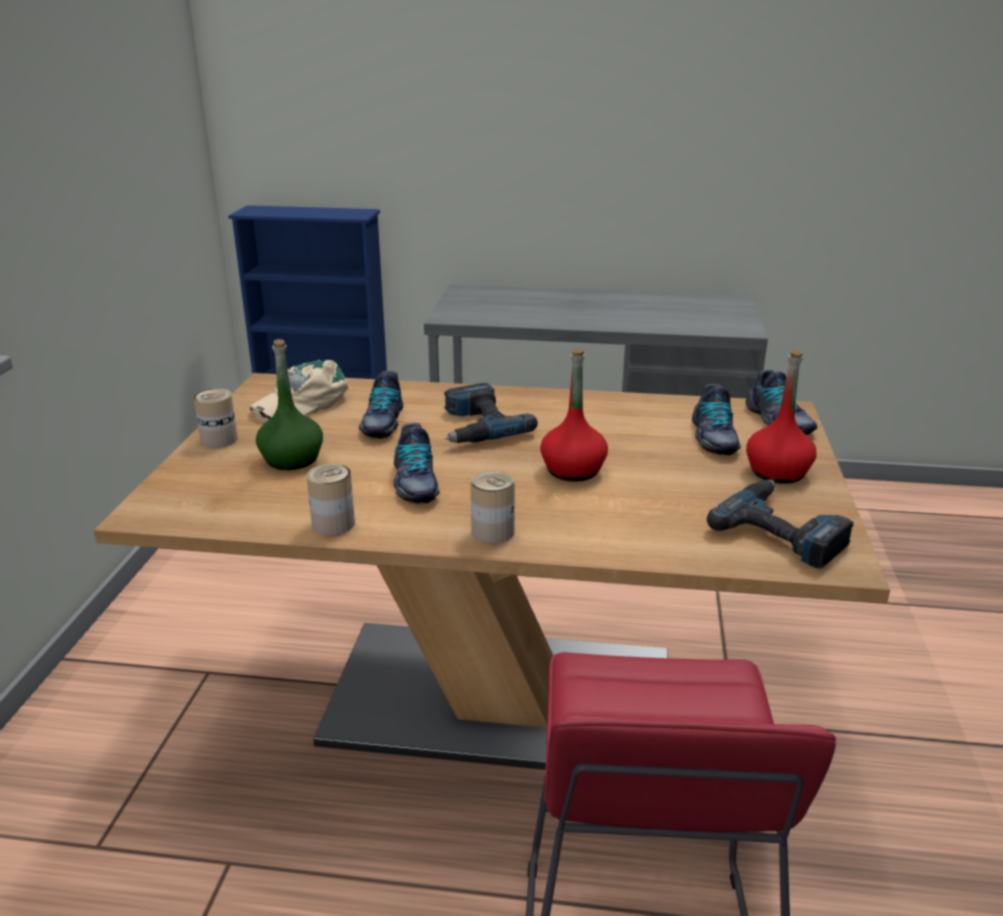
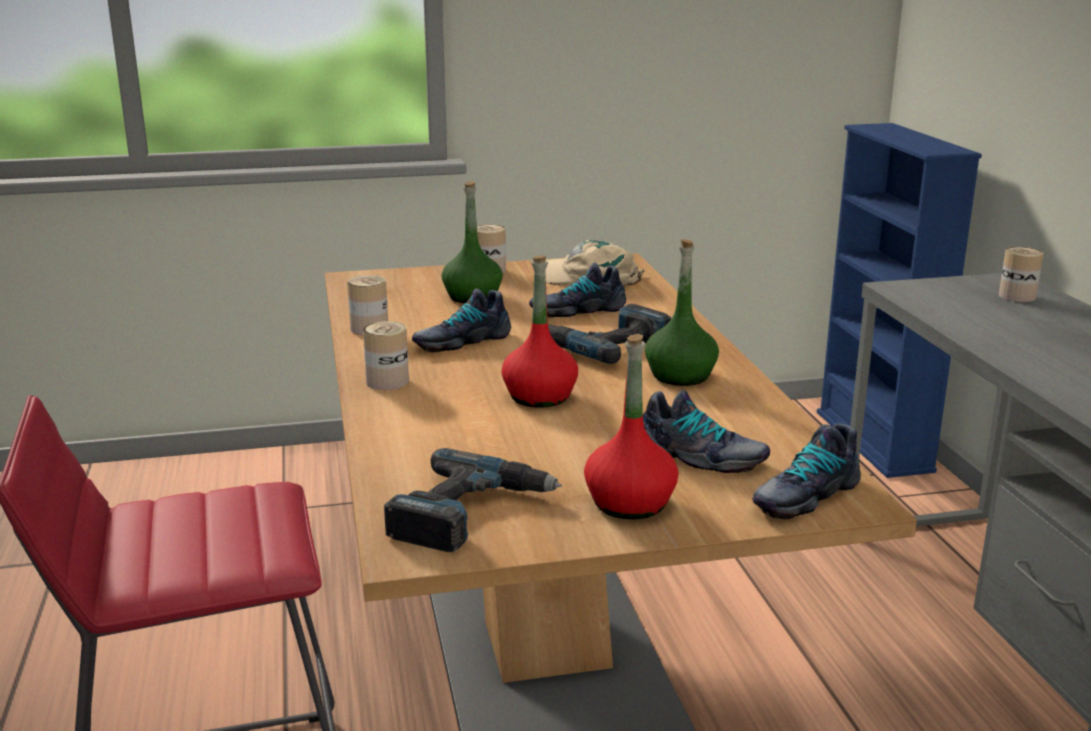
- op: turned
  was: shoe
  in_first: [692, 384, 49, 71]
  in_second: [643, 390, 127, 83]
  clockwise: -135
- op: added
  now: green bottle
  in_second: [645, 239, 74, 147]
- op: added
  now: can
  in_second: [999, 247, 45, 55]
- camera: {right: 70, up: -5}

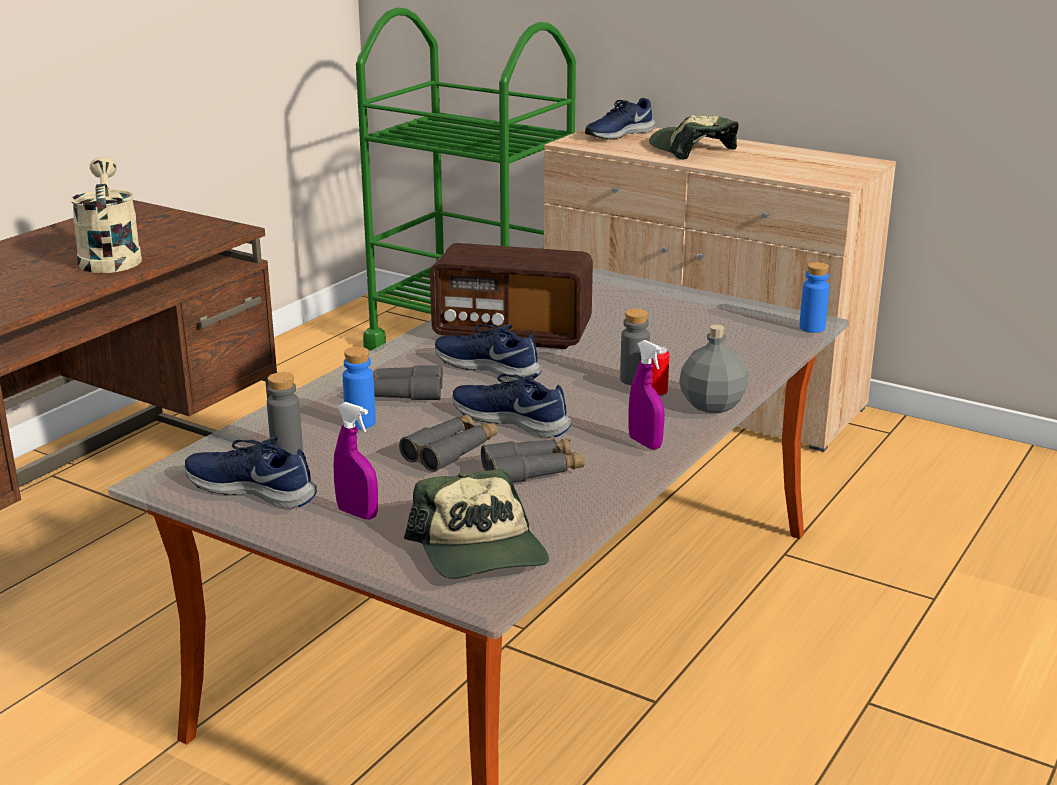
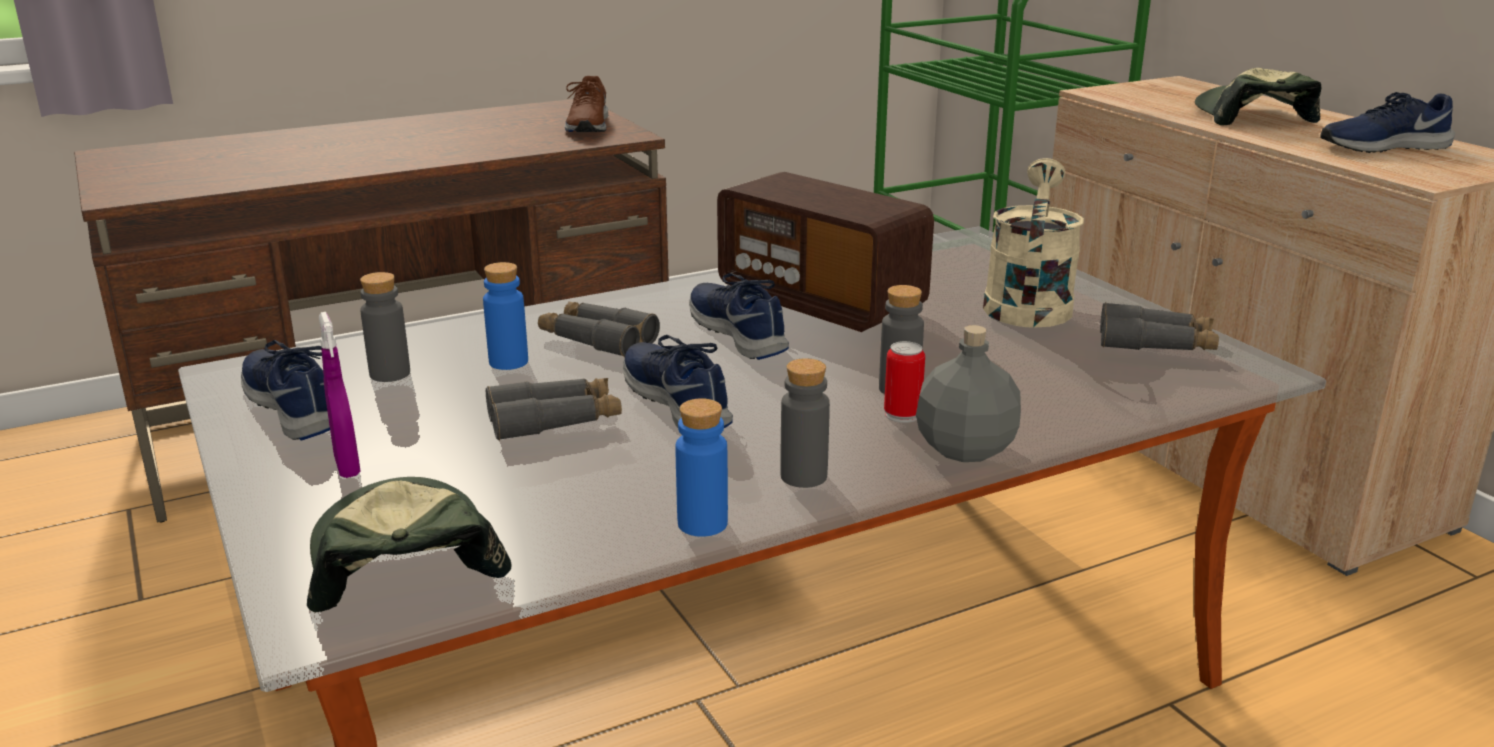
- op: moved
  was: blue shoe
  in_first: [585, 98, 70, 42]
  in_second: [1320, 92, 135, 61]
- op: moved
  was: beige watering can
  in_first: [70, 157, 72, 116]
  in_second: [983, 158, 101, 170]
- op: moved
  was: blue bottle
  in_first: [799, 262, 30, 71]
  in_second: [675, 398, 53, 139]
- op: replaced
  was: purple spray bottle
  now: grey bottle
  in_first: [628, 340, 37, 110]
  in_second: [781, 358, 49, 130]
- op: moved
  was: grey binoculars
  in_first: [481, 439, 104, 44]
  in_second: [1100, 302, 119, 48]
- op: turned
  was: cap
  in_first: [404, 469, 145, 110]
  in_second: [307, 477, 205, 135]
  clockwise: 150
- op: added
  now: brown shoe
  in_second: [564, 76, 44, 56]
- camera: {right: 30, up: 0}

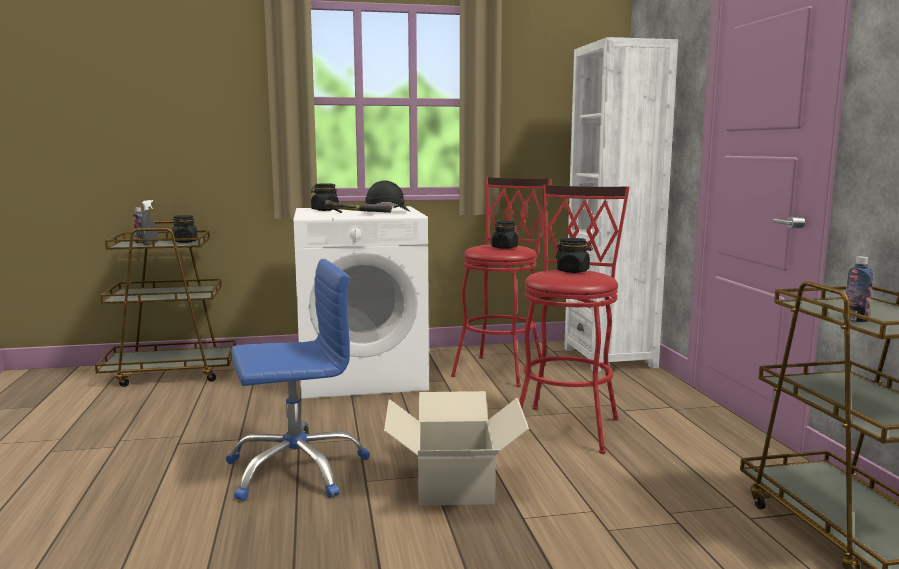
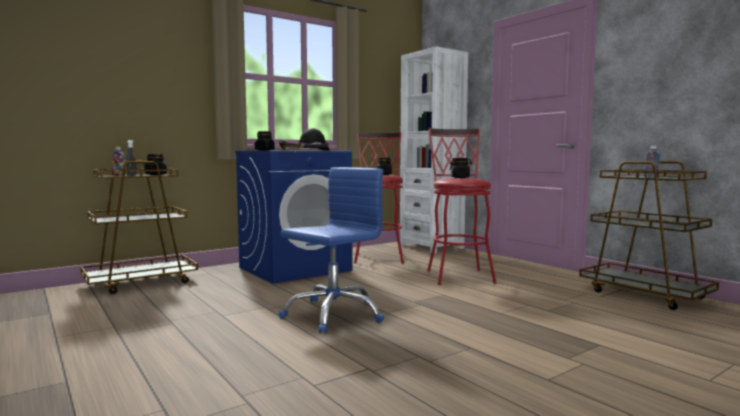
- op: recoloured
  was: white washing machine
  now: blue washing machine
  in_first: [294, 206, 135, 193]
  in_second: [235, 150, 117, 134]
- op: removed
  was: cardboard box
  in_first: [384, 391, 145, 115]
- camera: {right: -25, up: -5}

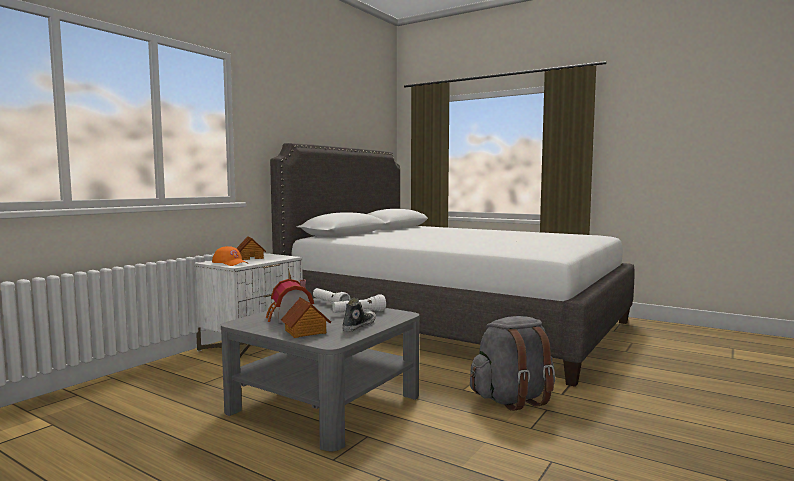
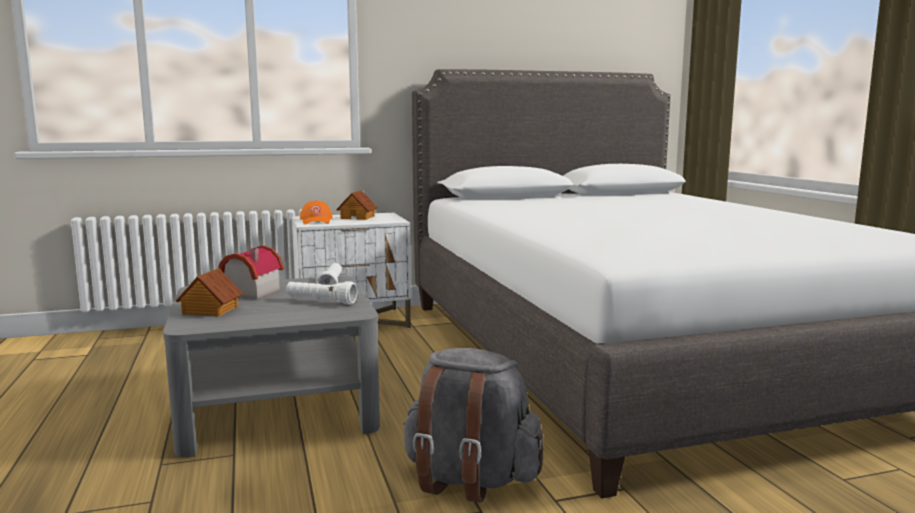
- op: removed
  was: shoe
  in_first: [343, 298, 33, 33]
- camera: {right: 40, up: 5}

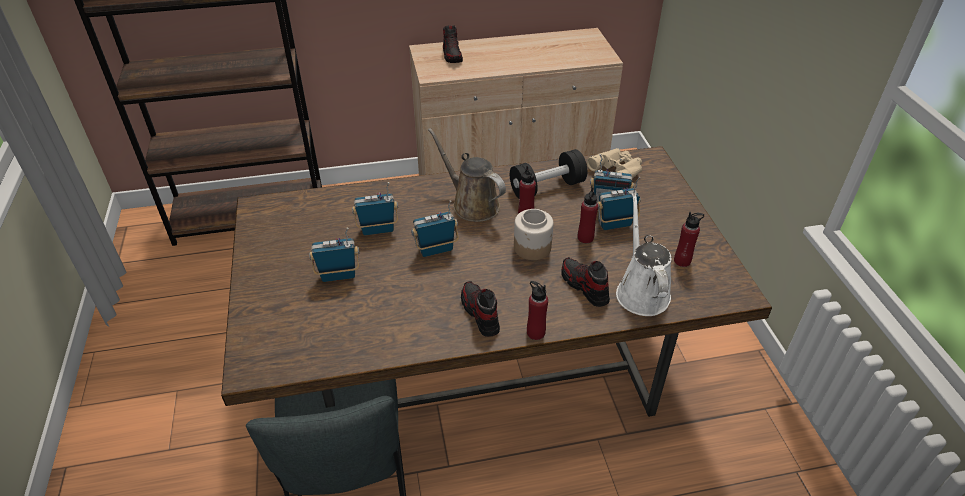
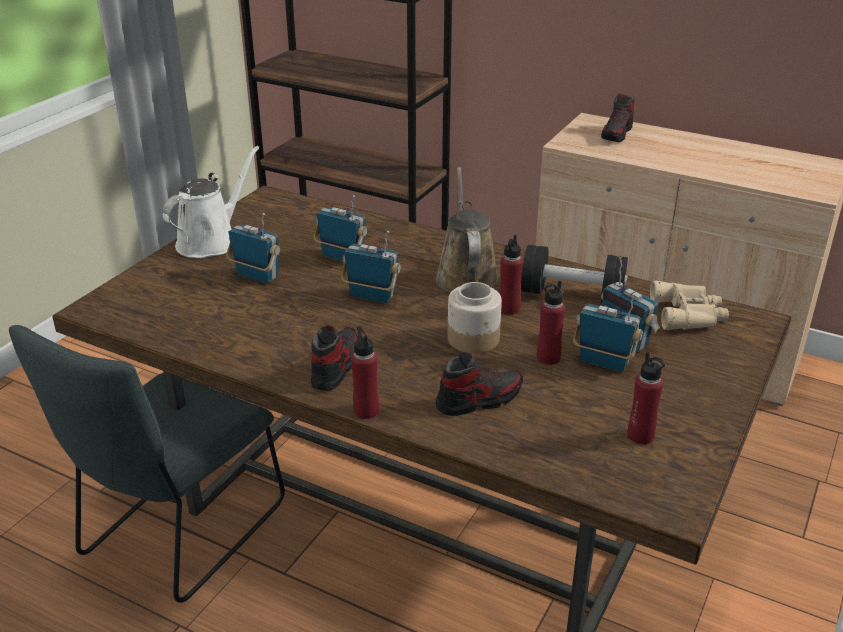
- op: moved
  was: white watering can
  in_first: [616, 193, 55, 123]
  in_second: [162, 146, 97, 112]
- op: turned
  was: shoe
  in_first: [561, 257, 49, 50]
  in_second: [436, 352, 87, 64]
  clockwise: 60
- camera: {right: 40, up: -10}

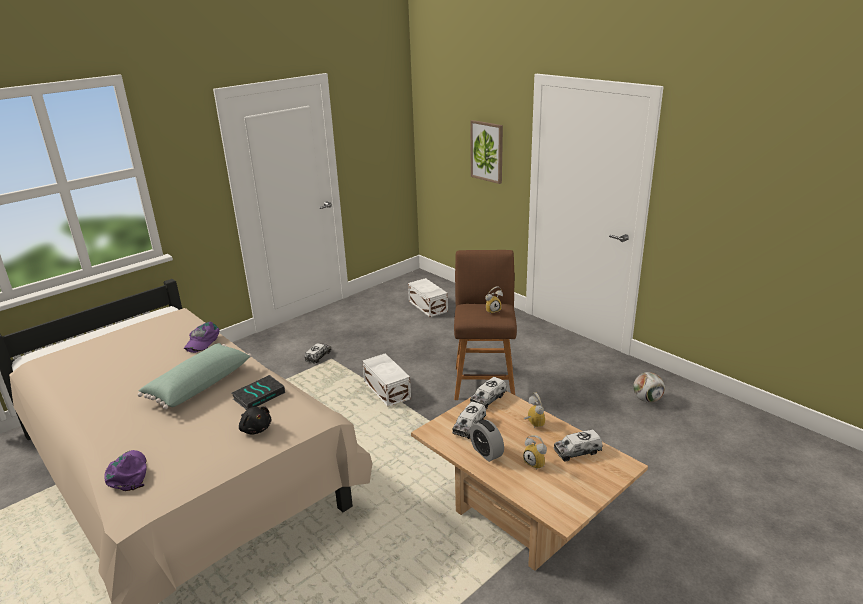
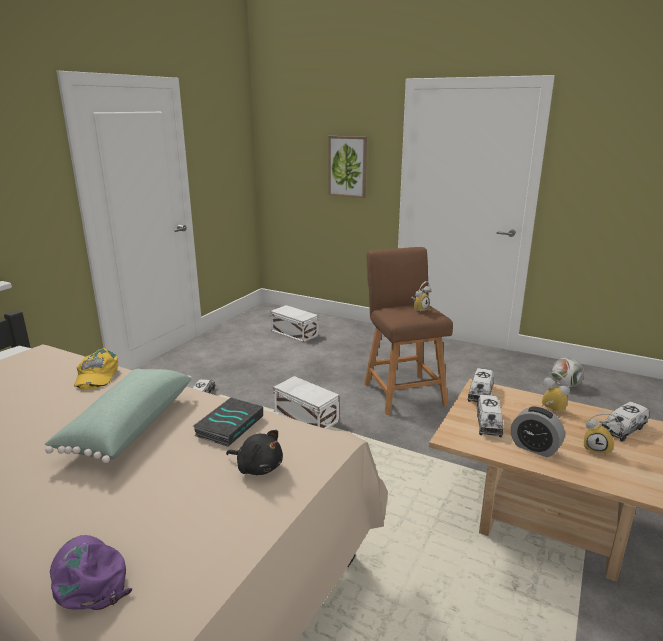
- op: recoloured
  was: purple cap
  now: yellow cap
  in_first: [184, 321, 36, 32]
  in_second: [74, 348, 44, 42]
- camera: {right: -20, up: -5}

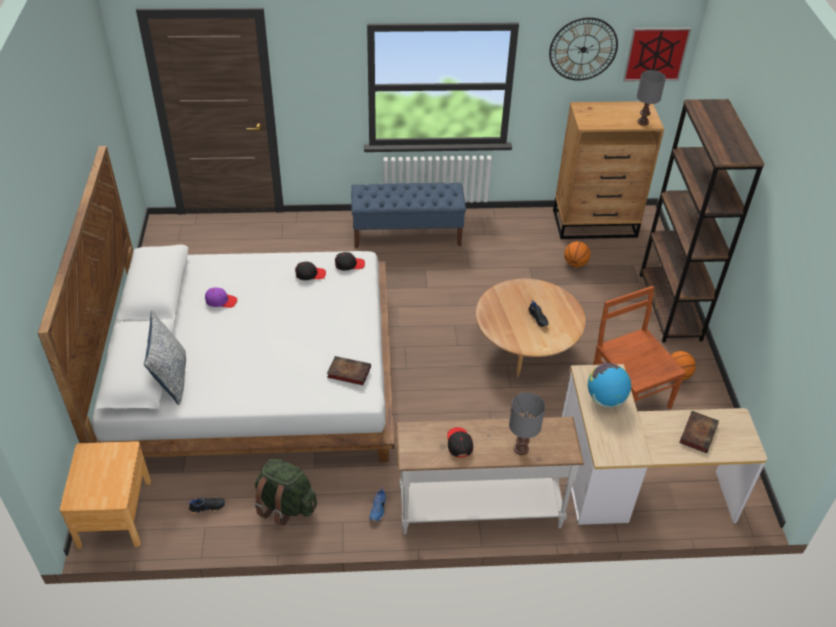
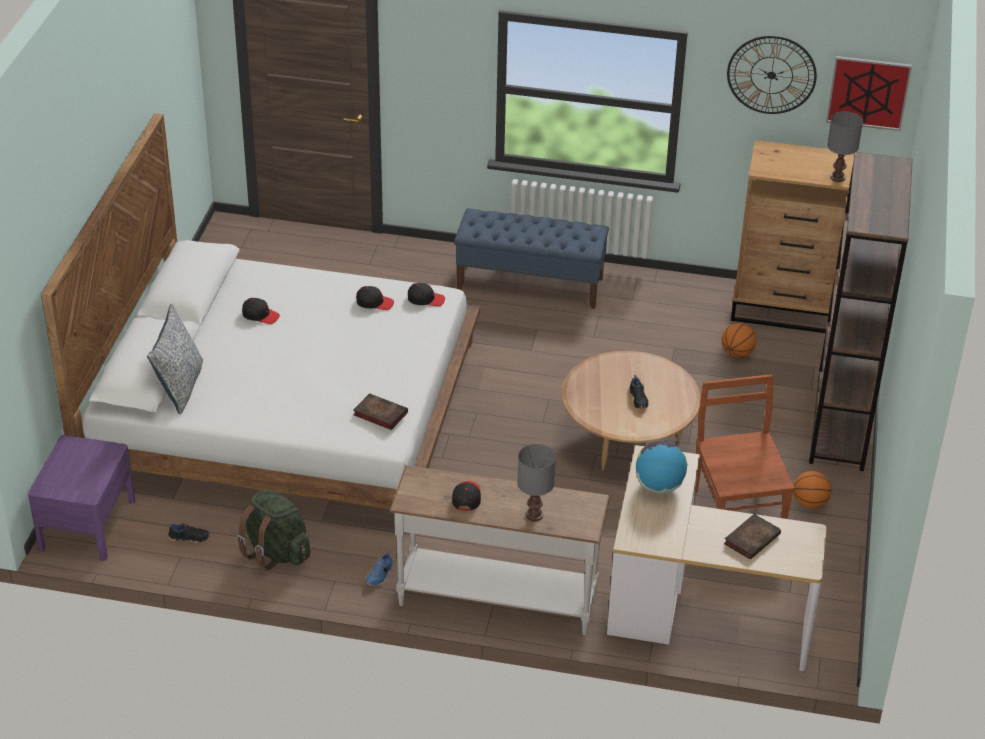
- op: recoloured
  was: purple cap
  now: black cap
  in_first: [205, 287, 32, 21]
  in_second: [242, 298, 38, 26]
- op: recoloured
  was: brown nightstand
  now: purple nightstand
  in_first: [60, 441, 91, 108]
  in_second: [28, 435, 107, 126]
- camera: {right: 15, up: -5}

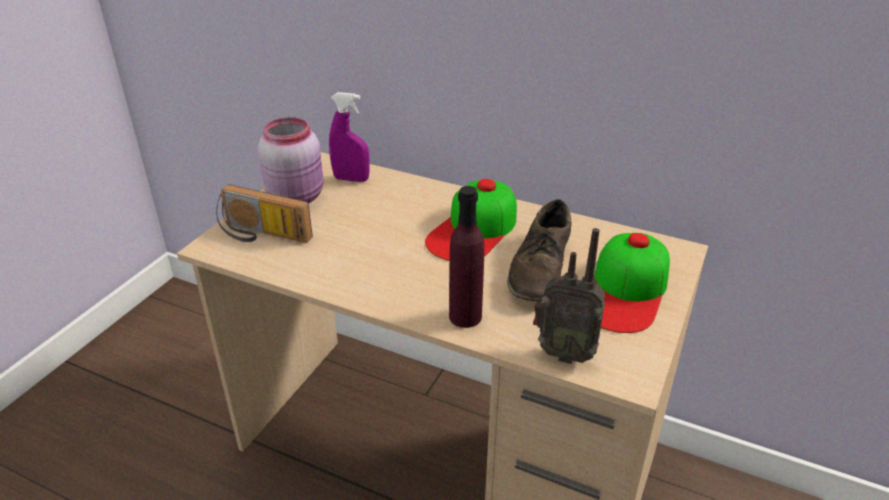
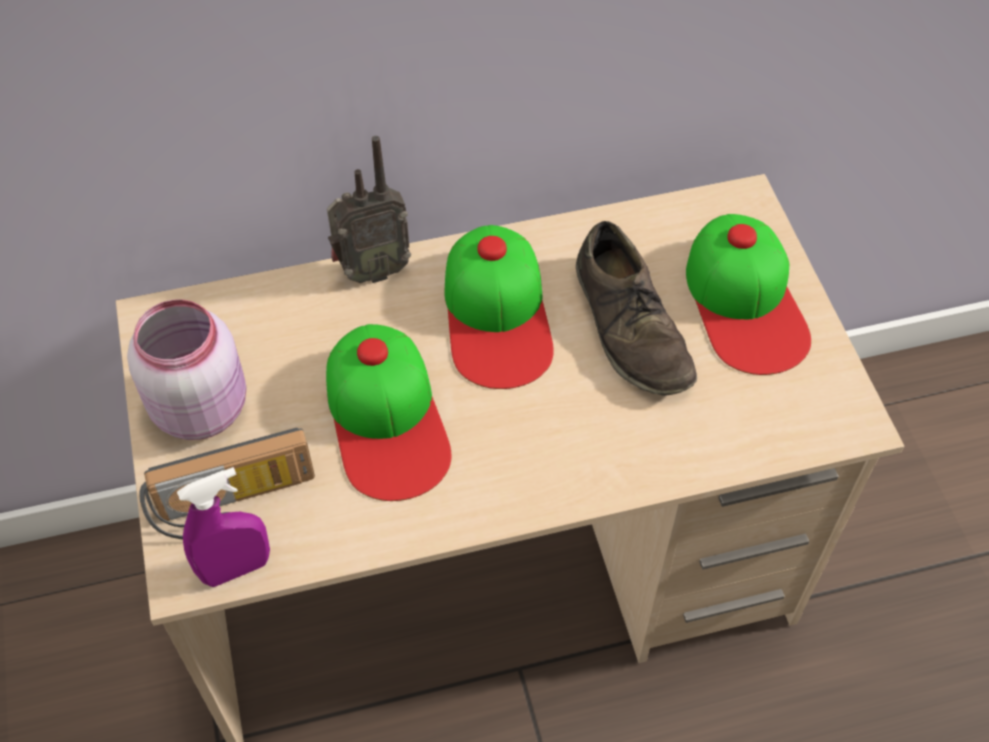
- op: moved
  was: purple spray bottle
  in_first: [329, 92, 41, 90]
  in_second: [177, 467, 93, 120]
- op: removed
  was: purple bottle
  in_first: [449, 186, 35, 142]
- op: moved
  was: radio
  in_first: [533, 228, 73, 136]
  in_second: [327, 136, 84, 147]
- op: added
  now: cap
  in_second: [326, 324, 125, 177]
- camera: {right: -40, up: 20}

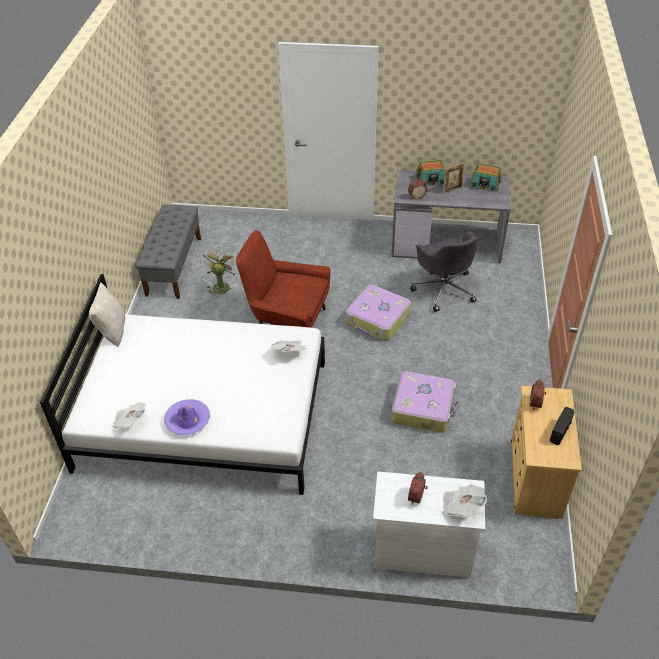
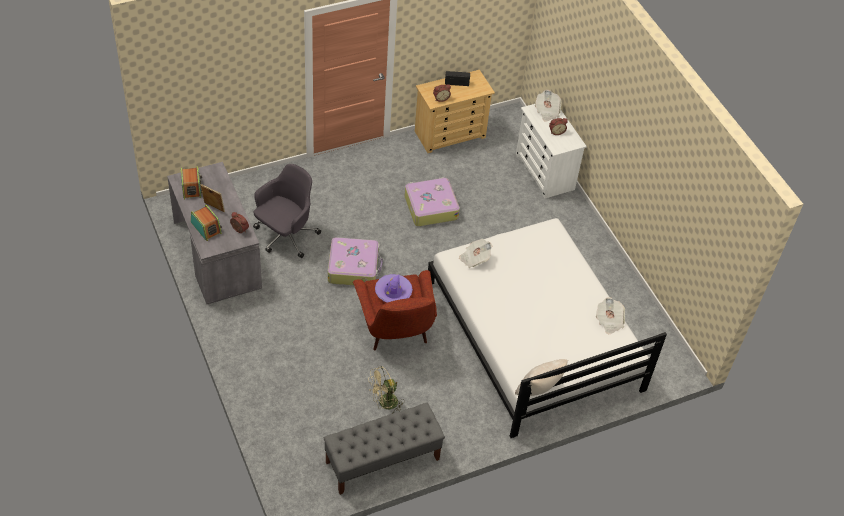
- op: moved
  was: purple hat
  in_first: [164, 399, 46, 36]
  in_second: [375, 274, 38, 29]
- camera: {right: -125, up: 5}

